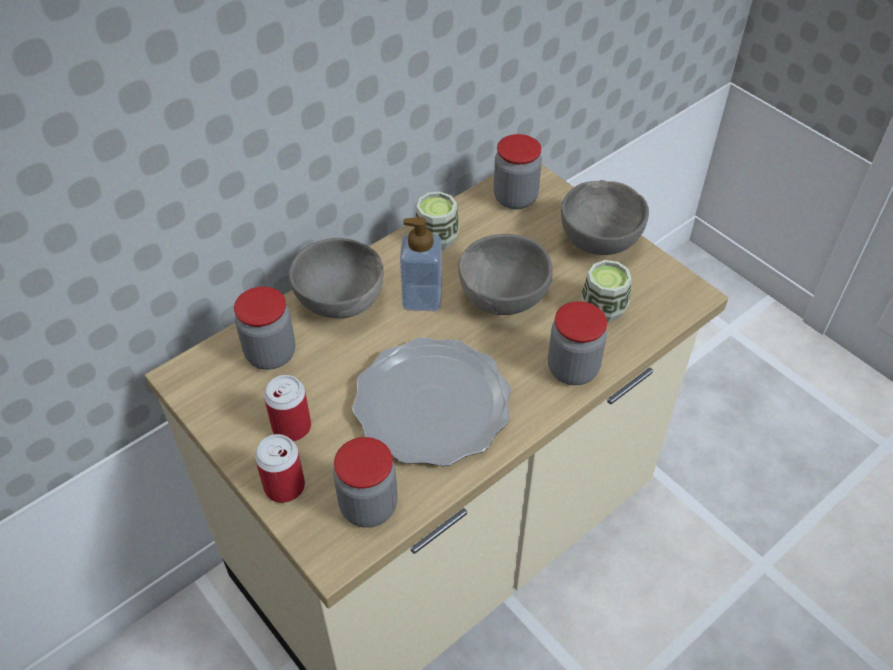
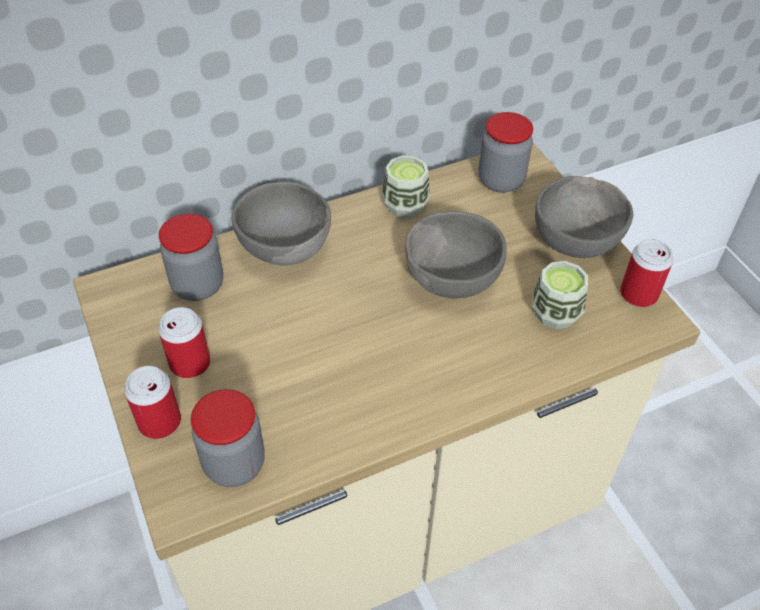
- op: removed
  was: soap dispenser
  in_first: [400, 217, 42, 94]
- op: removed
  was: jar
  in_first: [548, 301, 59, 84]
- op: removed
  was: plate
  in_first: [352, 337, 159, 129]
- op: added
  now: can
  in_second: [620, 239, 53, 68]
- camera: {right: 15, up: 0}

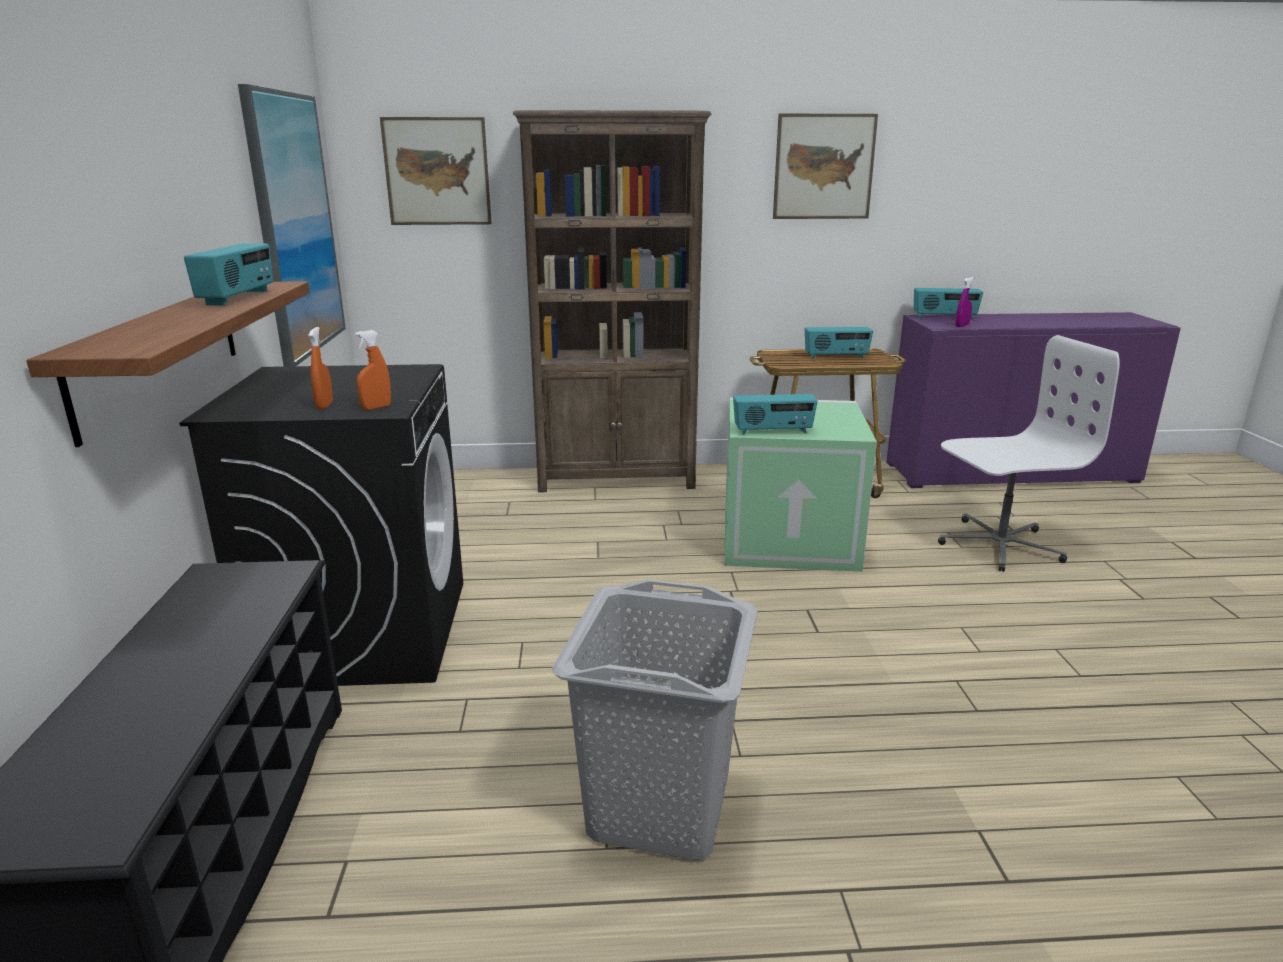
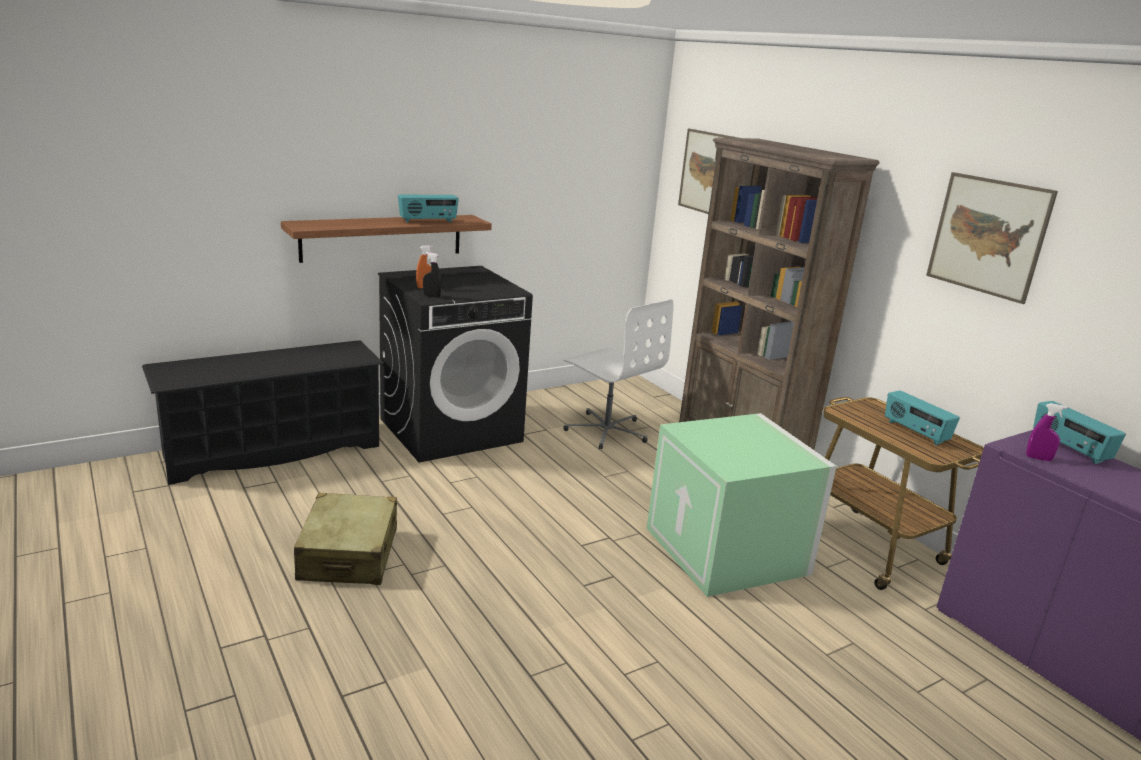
- op: removed
  was: picture
  in_first: [238, 84, 108, 282]
- op: recoloured
  was: orange spray bottle
  now: black spray bottle
  in_first: [354, 330, 37, 80]
  in_second: [423, 252, 18, 46]
- op: moved
  was: white office chair
  in_first: [938, 335, 182, 237]
  in_second: [564, 299, 109, 150]
- op: removed
  was: radio
  in_first: [733, 394, 85, 40]
- op: replaced
  was: grey laundry basket
  now: beige suitcase
  in_first: [552, 579, 206, 282]
  in_second: [294, 493, 103, 92]
- camera: {right: 60, up: 0}

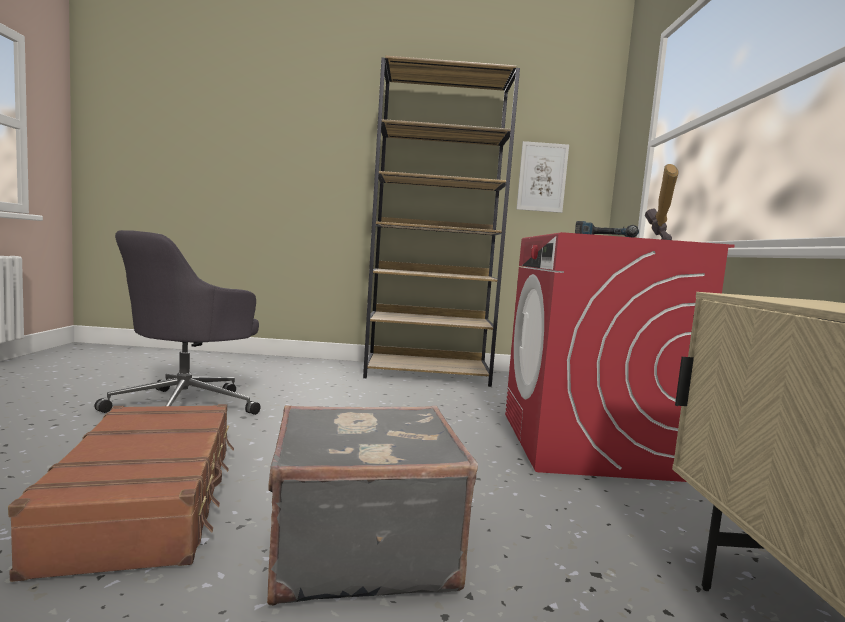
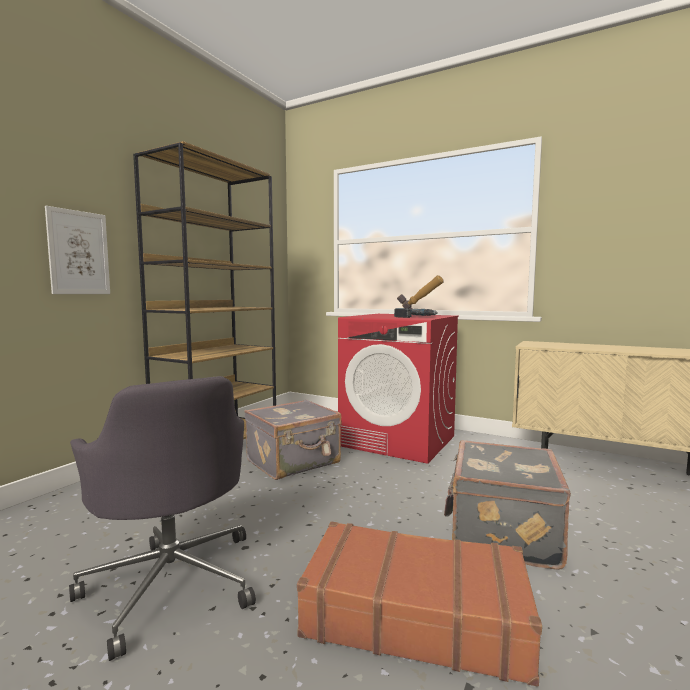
- op: moved
  was: picture
  in_first: [516, 141, 53, 72]
  in_second: [45, 206, 65, 88]
- op: added
  now: grey suitcase
  in_second: [244, 399, 97, 81]
- camera: {right: -60, up: 0}

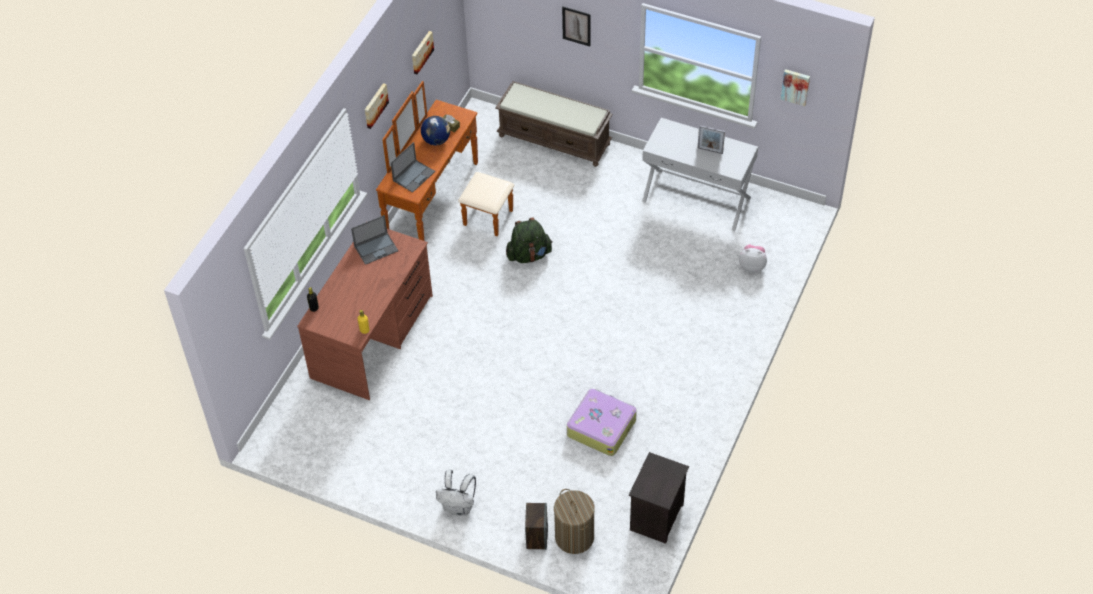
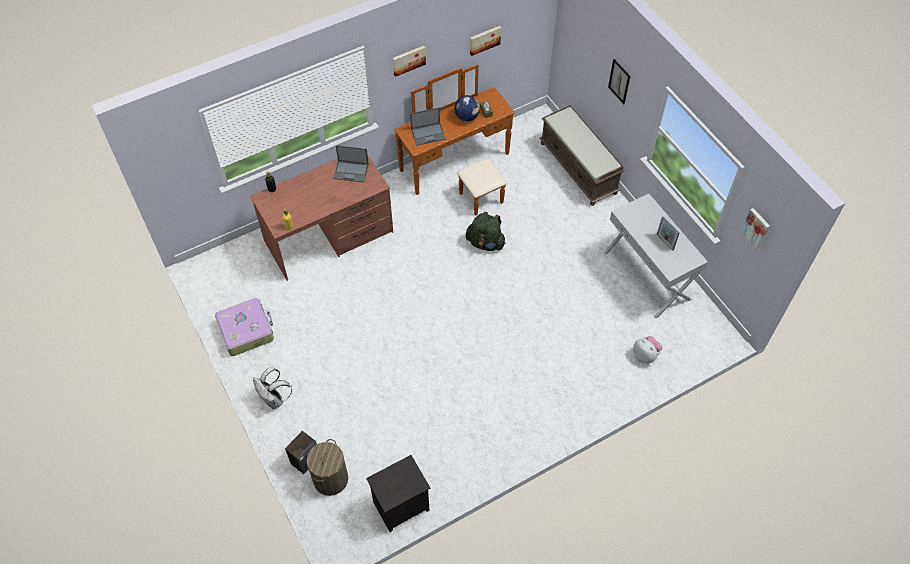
- op: moved
  was: suitcase
  in_first: [567, 388, 70, 68]
  in_second: [215, 298, 59, 58]
- camera: {right: 35, up: 5}

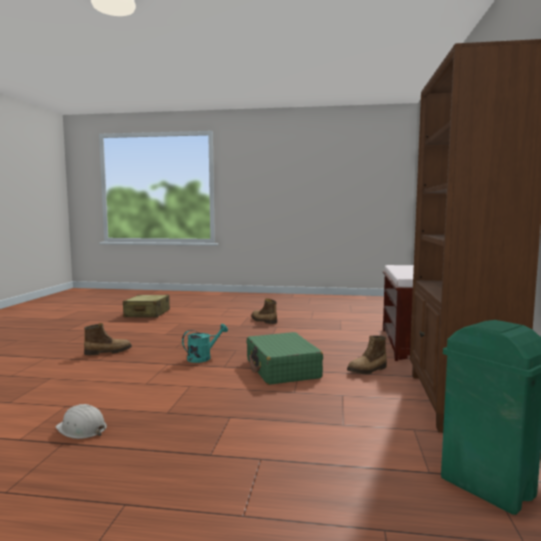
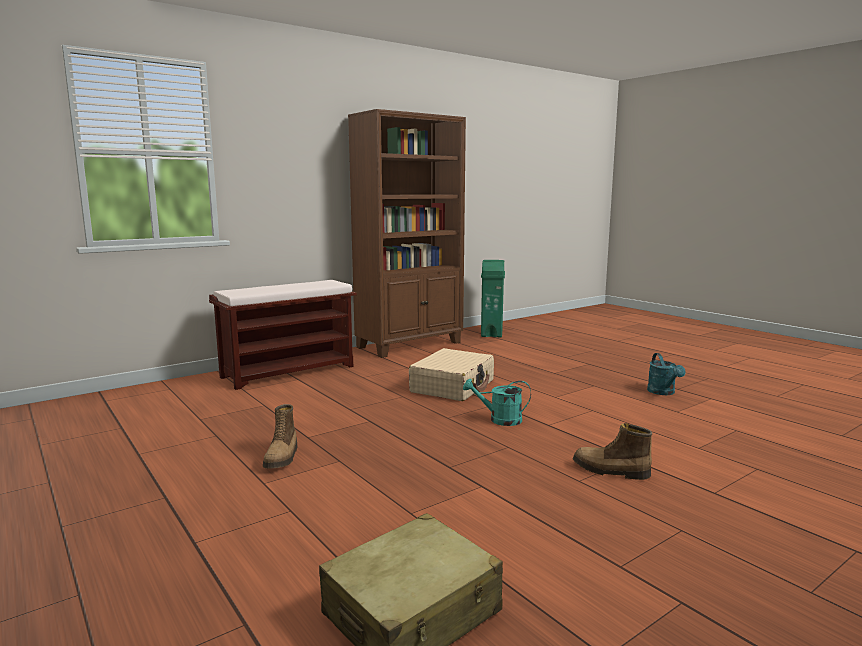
- op: recoloured
  was: green suitcase
  now: beige suitcase
  in_first: [247, 332, 76, 53]
  in_second: [409, 348, 85, 53]
- op: removed
  was: boot
  in_first: [347, 335, 40, 39]
- op: replaced
  was: white hard hat
  now: turquoise watering can
  in_first: [56, 404, 51, 35]
  in_second: [647, 353, 39, 42]
- camera: {right: -135, up: 5}

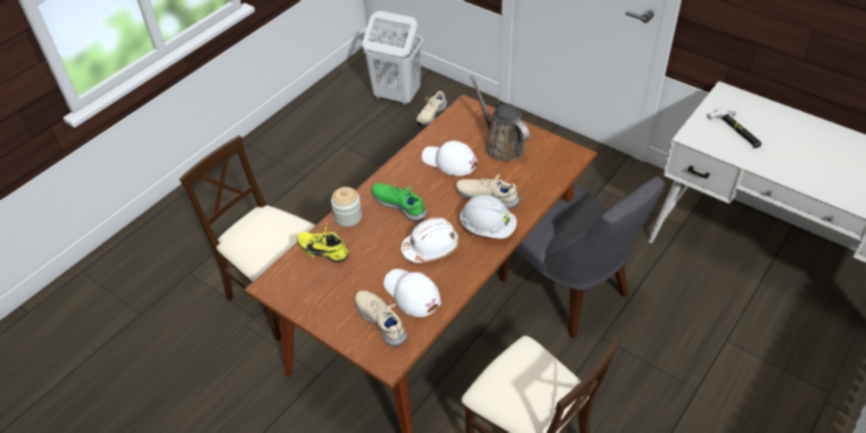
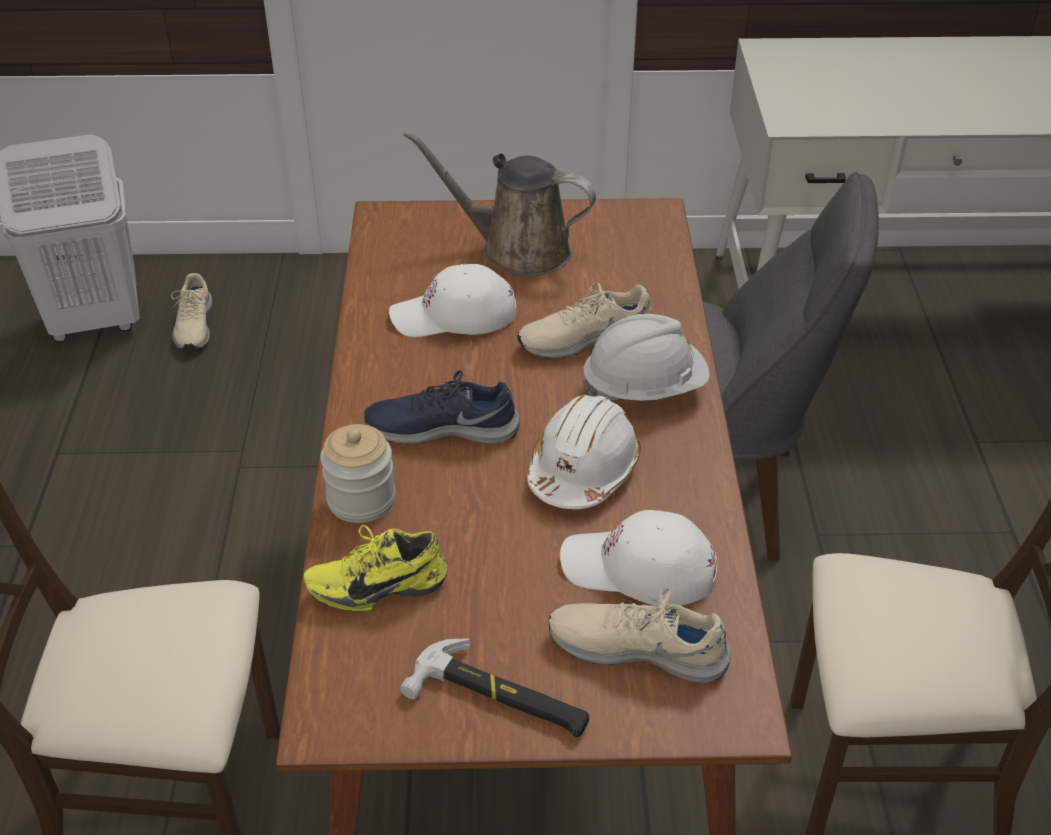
- op: moved
  was: hammer
  in_first: [707, 108, 55, 40]
  in_second: [400, 639, 189, 98]
- op: recoloured
  was: green shoe
  now: blue shoe
  in_first: [372, 183, 55, 39]
  in_second: [364, 370, 155, 75]
- camera: {right: -40, up: -5}

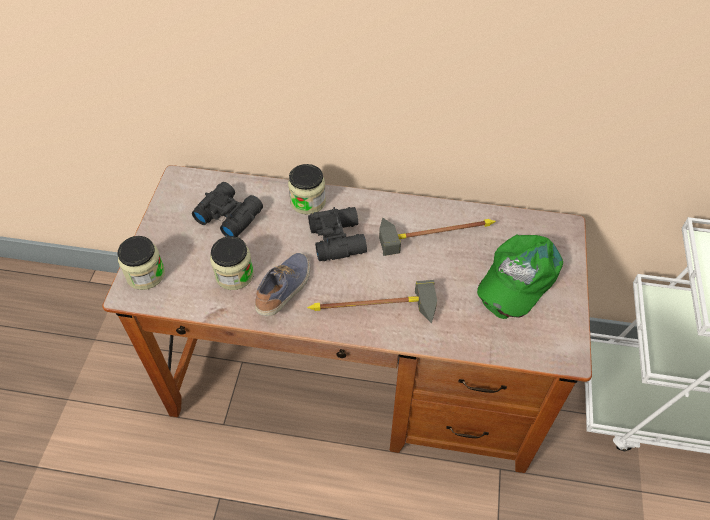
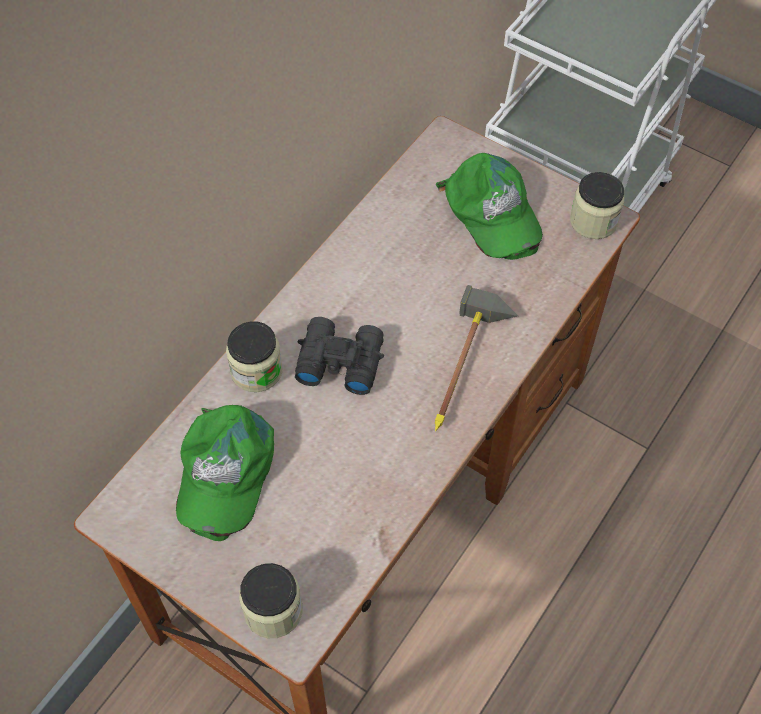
- op: replaced
  was: black binoculars
  now: green cap
  in_first: [192, 182, 71, 55]
  in_second: [176, 405, 98, 136]
- op: removed
  was: hammer
  in_first: [379, 218, 117, 38]
- op: moved
  was: jar
  in_first: [210, 236, 44, 54]
  in_second: [570, 172, 54, 67]
- op: removed
  was: shoe
  in_first: [255, 253, 55, 63]
- camera: {right: -65, up: 5}

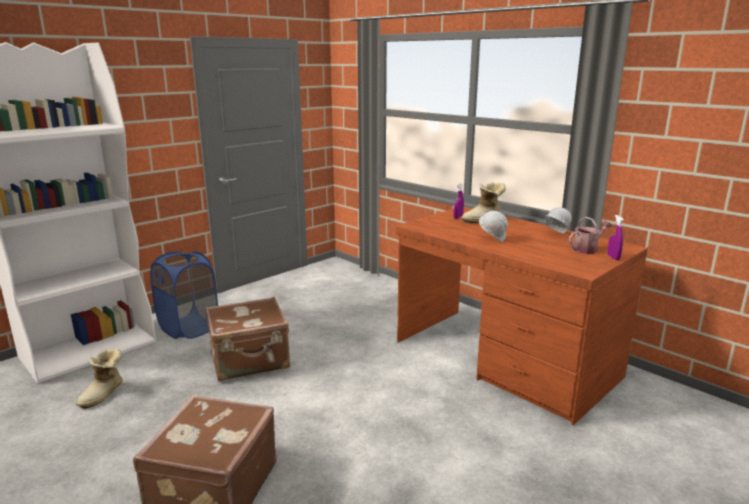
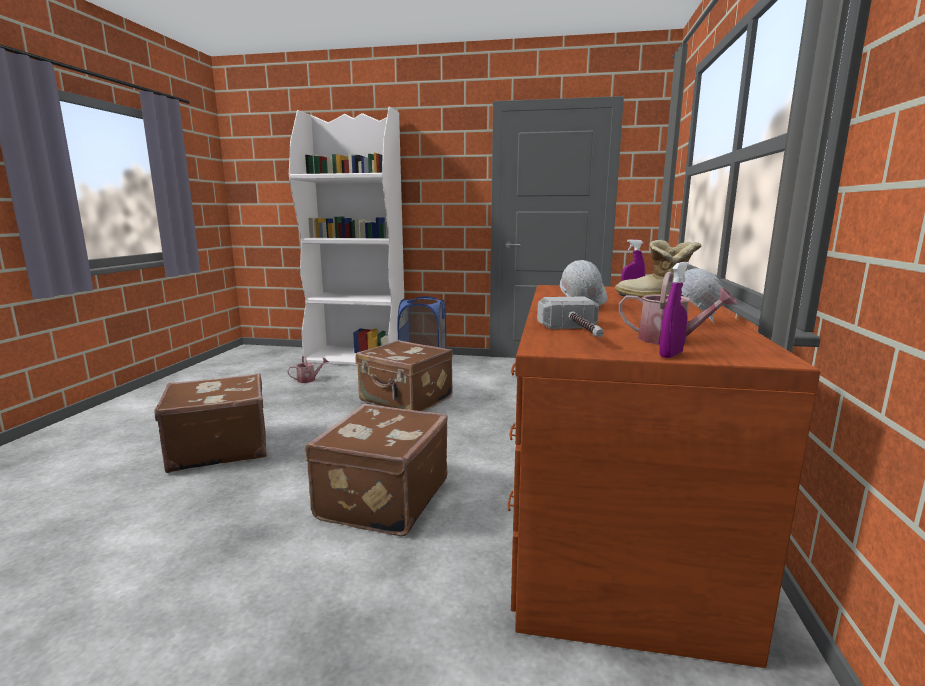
- op: replaced
  was: boot
  now: watering can
  in_first: [76, 348, 47, 61]
  in_second: [287, 355, 42, 28]
- op: added
  now: hammer
  in_second: [537, 296, 66, 41]
- op: added
  now: brown suitcase
  in_second: [305, 404, 143, 132]
- camera: {right: 55, up: -5}

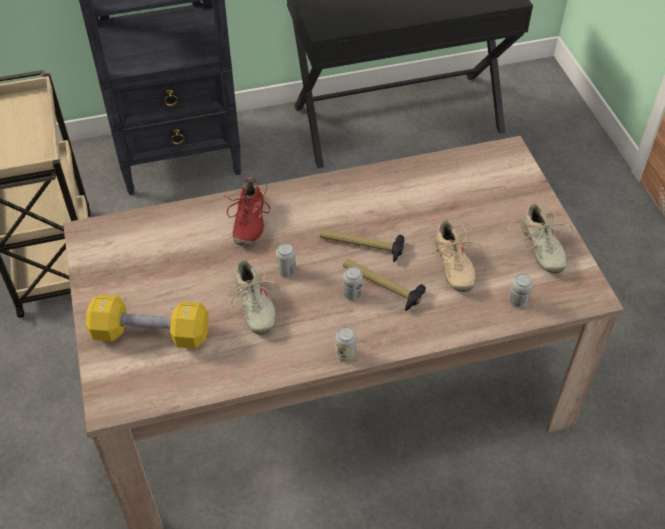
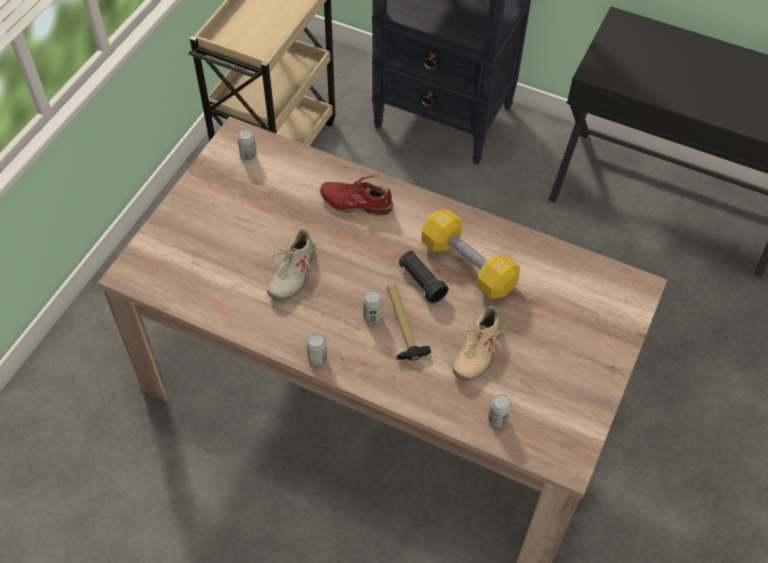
- op: turned
  was: red shoe
  in_first: [225, 177, 45, 68]
  in_second: [320, 175, 73, 41]
  clockwise: 60
- op: removed
  was: beige shoe
  in_first: [519, 204, 54, 69]
- op: replaced
  was: hammer
  now: black flashlight
  in_first: [320, 229, 84, 33]
  in_second: [399, 251, 49, 52]
- op: moved
  was: can
  in_first: [276, 243, 20, 34]
  in_second: [237, 129, 20, 32]
- op: moved
  was: yellow dumbbell
  in_first: [86, 295, 123, 54]
  in_second: [421, 209, 99, 90]
- camera: {right: 40, up: 5}

